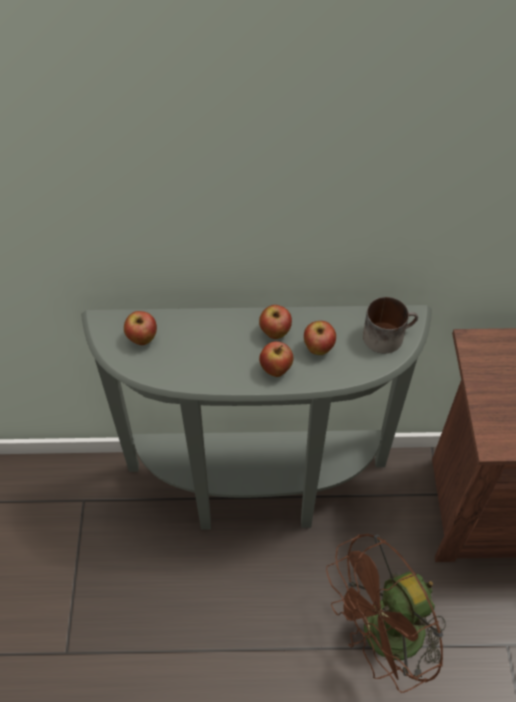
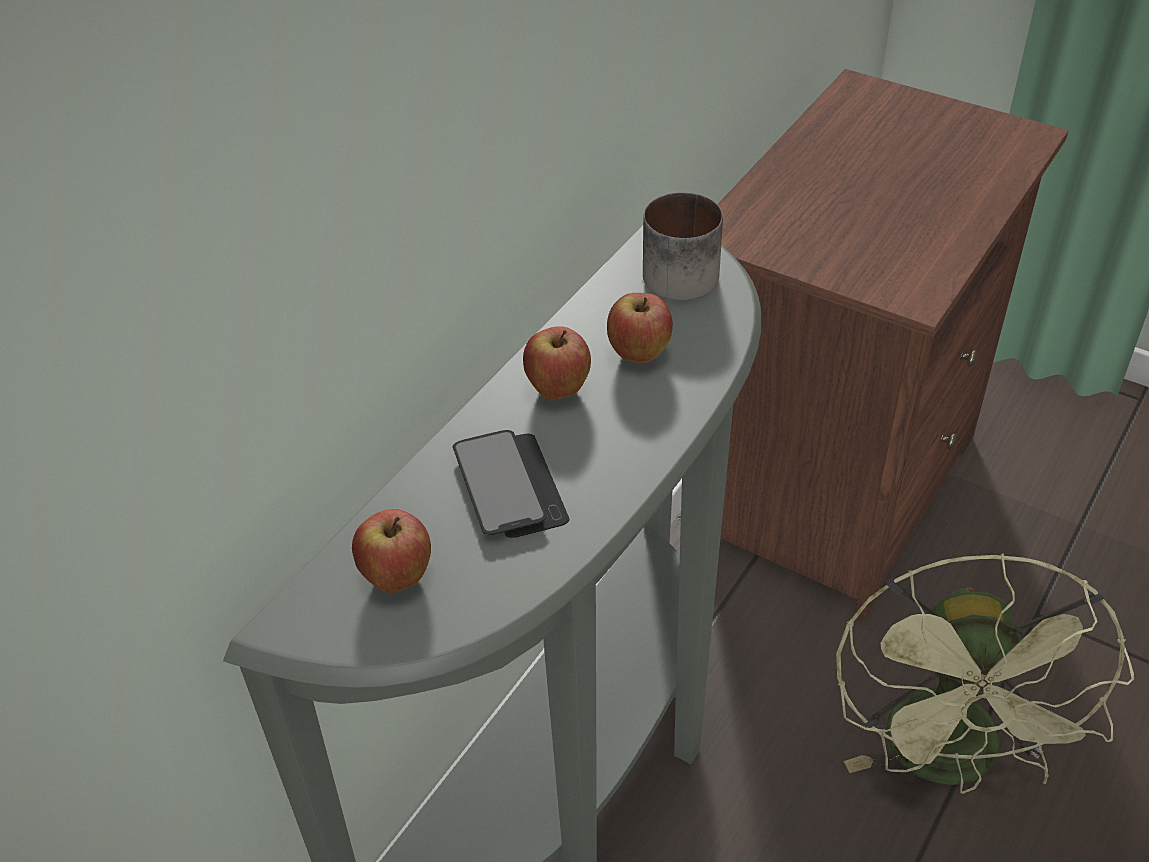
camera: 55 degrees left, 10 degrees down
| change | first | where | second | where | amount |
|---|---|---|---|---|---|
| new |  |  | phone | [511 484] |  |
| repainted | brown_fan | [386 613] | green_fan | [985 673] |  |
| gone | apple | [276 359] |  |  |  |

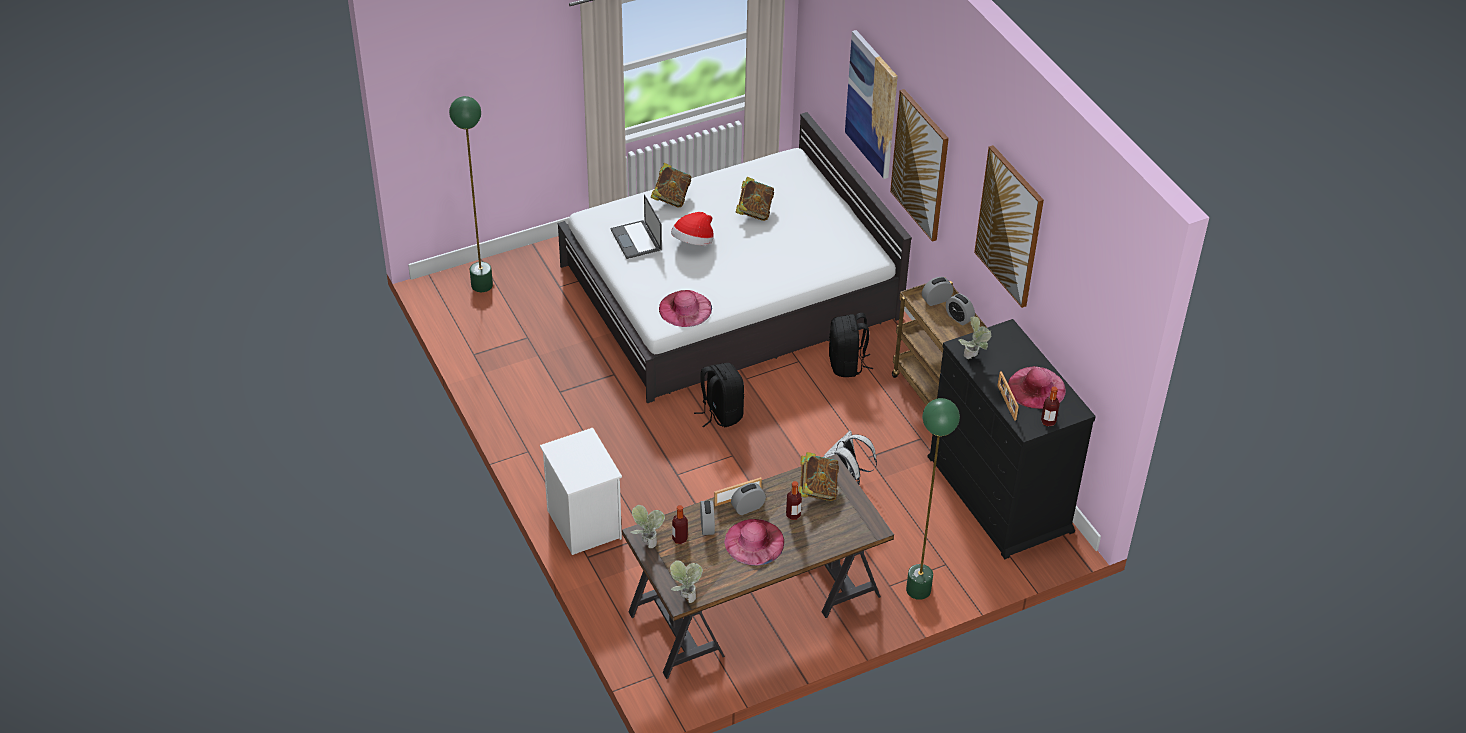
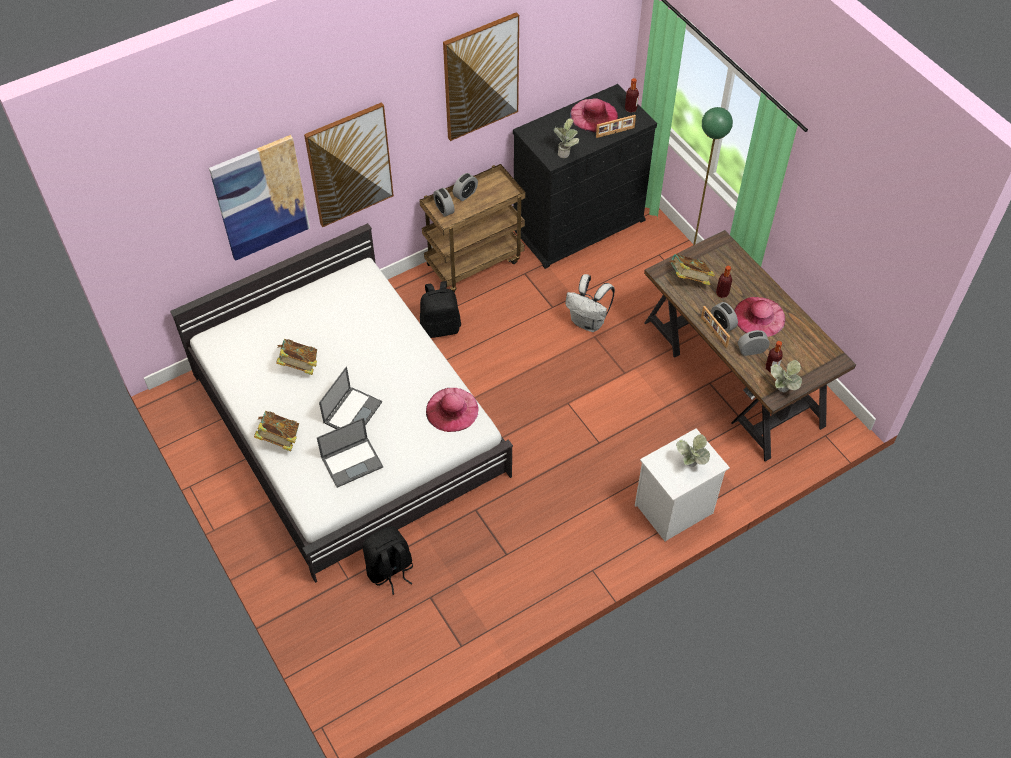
camera: 95 degrees left, 10 degrees up
| change | first | where | second | where | amount |
|---|---|---|---|---|---|
| swapped | hat | [692 229] | laptop | [350 398] |  |
| shifted | black_backpack | [719 395] |  | [388 560] |  |
| shifted | potted_plant | [686 581] |  | [693 450] |  |
| gone | green_floor_lamp | [471 194] |  |  |  |

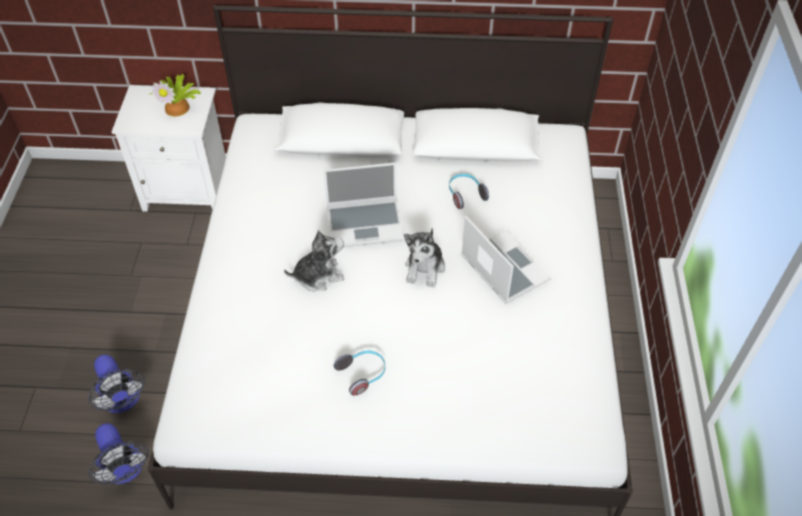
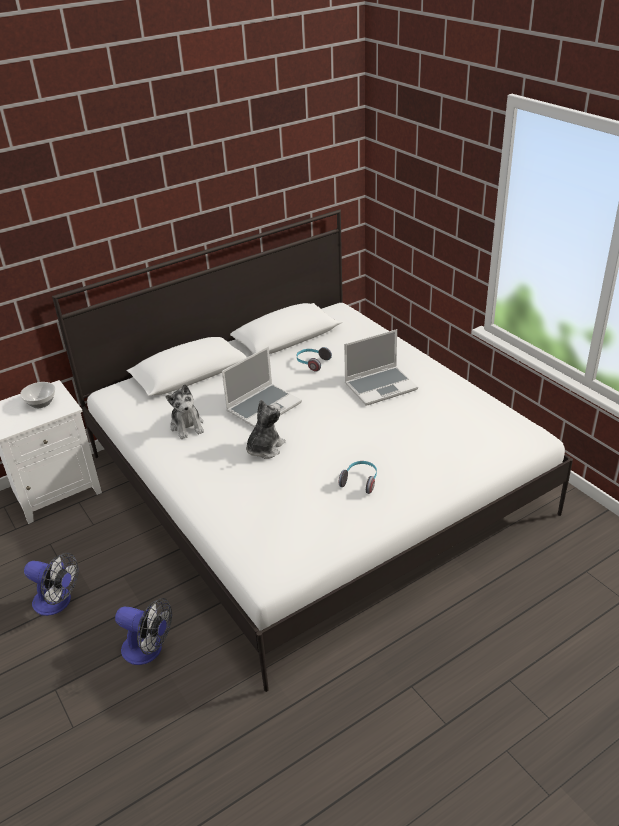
camera: 35 degrees left, 15 degrees down
| change | first | where | second | where | amount |
|---|---|---|---|---|---|
| swapped | potted_plant | [175 95] | bowl | [37 395] |  |
| shifted | fan | [118 454] |  | [51 584] |  |
| shifted | plush_toy | [424 258] |  | [184 411] |  |
| rotated | laptop | [506 260] |  | [381 367] | 135 degrees clockwise |

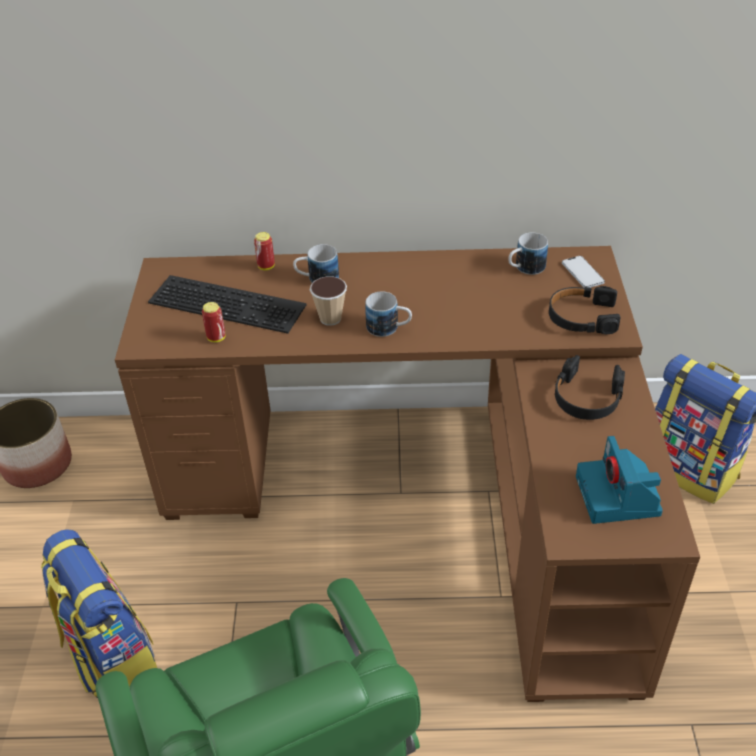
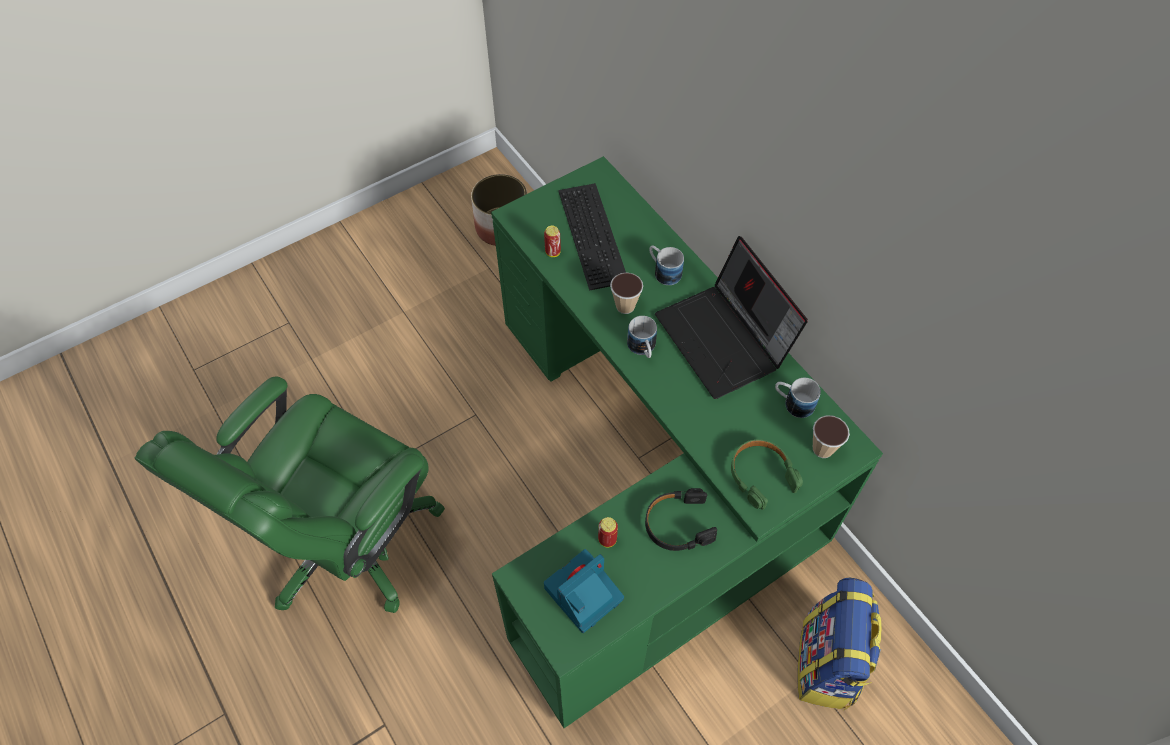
camera: 55 degrees right, 15 degrees up
| change | first | where | second | where | amount |
|---|---|---|---|---|---|
| repainted | brown_desk | [407 474] | green_desk | [687 442] |  |
| shifted | can | [264 251] |  | [608 532] |  |
| new |  |  | laptop | [731 317] |  |
| repainted | black_headphones | [585 310] | green_headphones | [767 474] |  |
| swapped | phone | [583 272] | cup | [831 436] |  |
| gone | backpack | [99 613] |  |  |  |

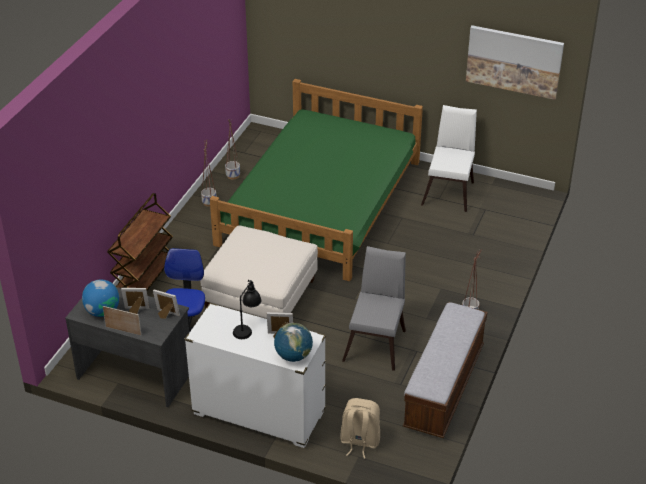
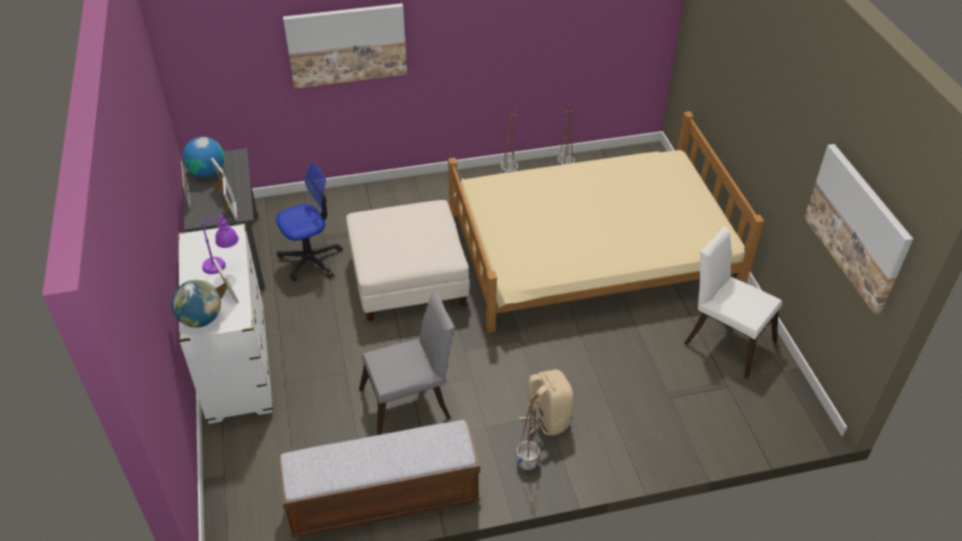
camera: 55 degrees right, 5 degrees up
| change | first | where | second | where | amount |
|---|---|---|---|---|---|
| repainted | black_table_lamp | [247 309] | purple_table_lamp | [220 243] |  |
| new |  |  | picture | [345 45] |  |
| repainted | green_bed | [316 180] | beige_bed | [606 222] |  |
| shifted | beige_backpack | [360 428] |  | [546 402] |  |
| rotated | white_chair | [449 158] |  | [733 302] | 120 degrees counterclockwise |
| gone | brown_cart | [140 242] |  |  |  |

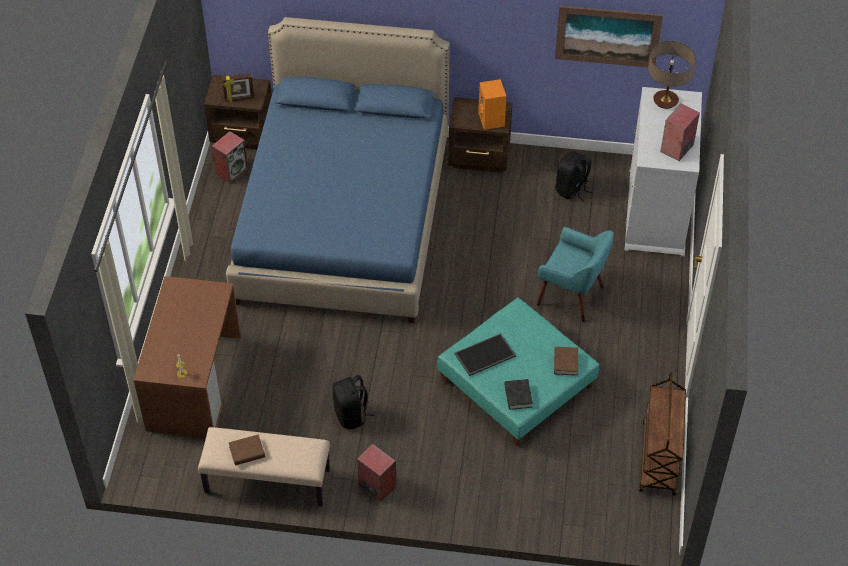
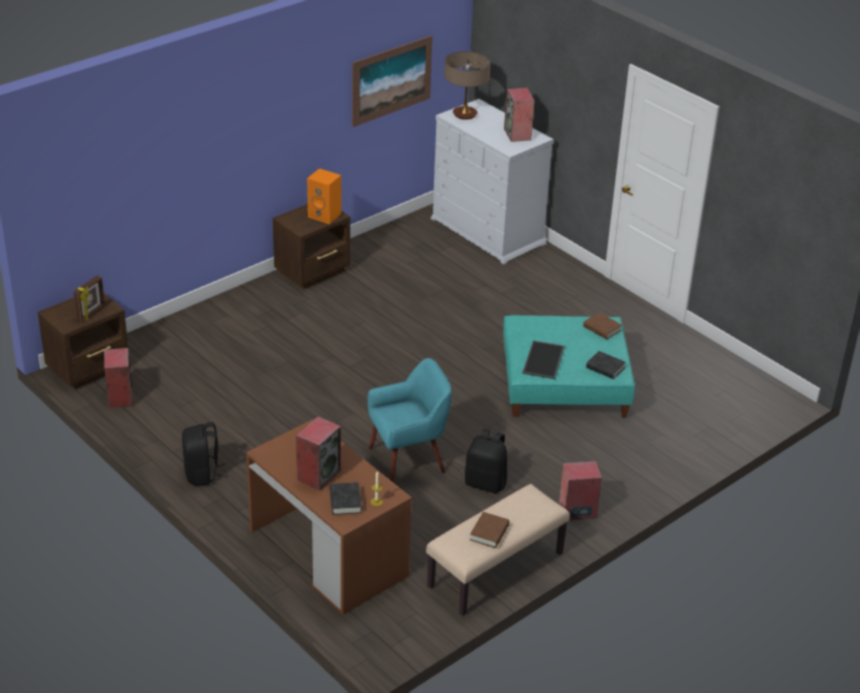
camera: 50 degrees left, 15 degrees down
| change | first | where | second | where | amount |
|---|---|---|---|---|---|
| shifted | black_backpack | [574 176] |  | [204 454] |  |
| new |  |  | speaker | [318 453] |  |
| new |  |  | black_book | [345 498] |  |
| shifted | turquoise_armchair | [575 274] |  | [409 420] |  |
| gone | blue_bed | [338 170] |  |  |  |
| gone | brown_cart | [662 433] |  |  |  |

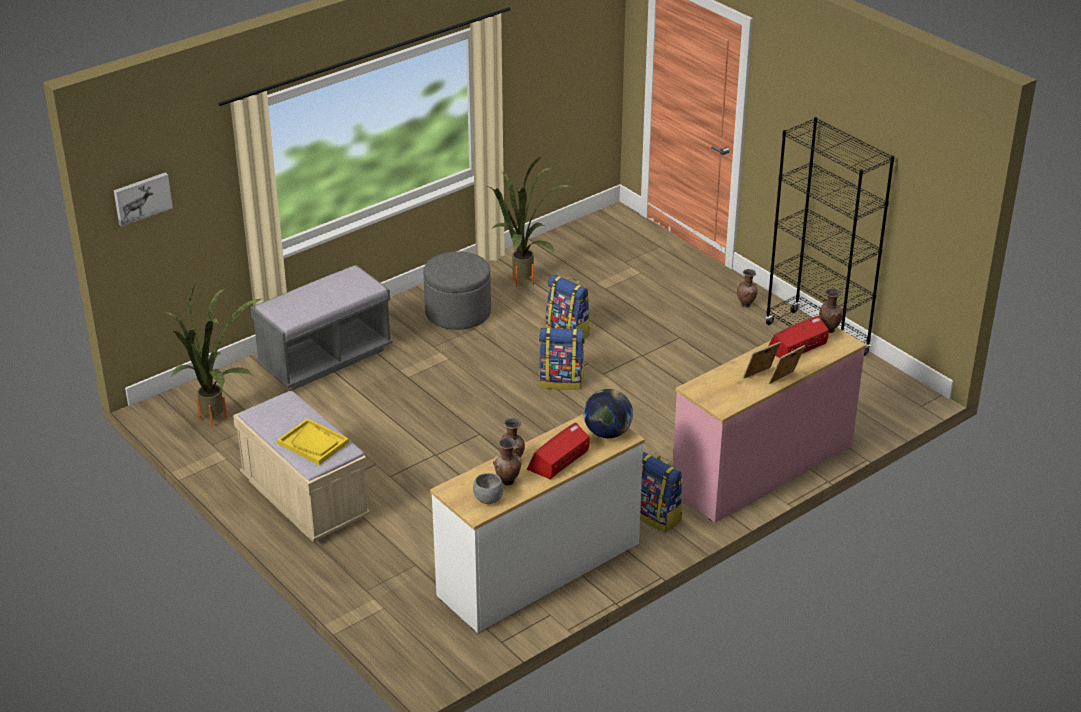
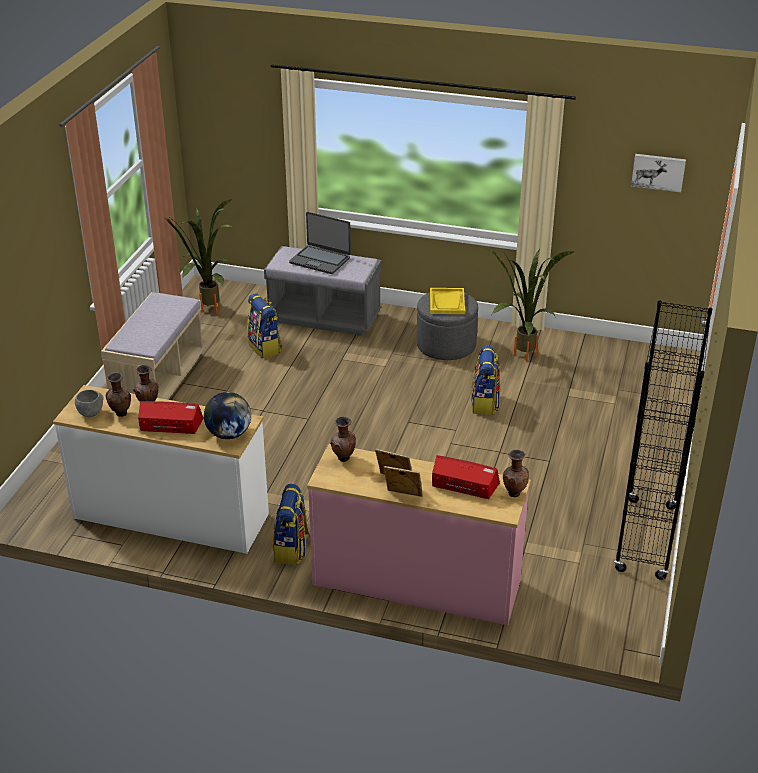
camera: 55 degrees right, 0 degrees up
| change | first | where | second | where | amount |
|---|---|---|---|---|---|
| shifted | backpack | [562 357] |  | [264 325] |  |
| new |  |  | laptop | [320 243] |  |
| shifted | brown_vase | [747 288] |  | [343 439] |  |
| shifted | yellow_tray | [313 441] |  | [447 301] |  |
| shifted | picture | [143 199] |  | [658 173] |  |

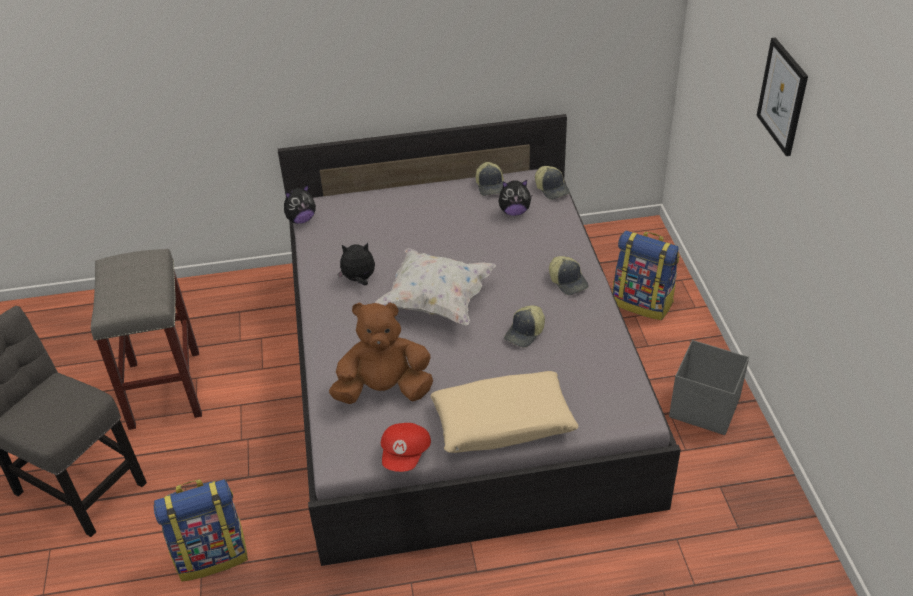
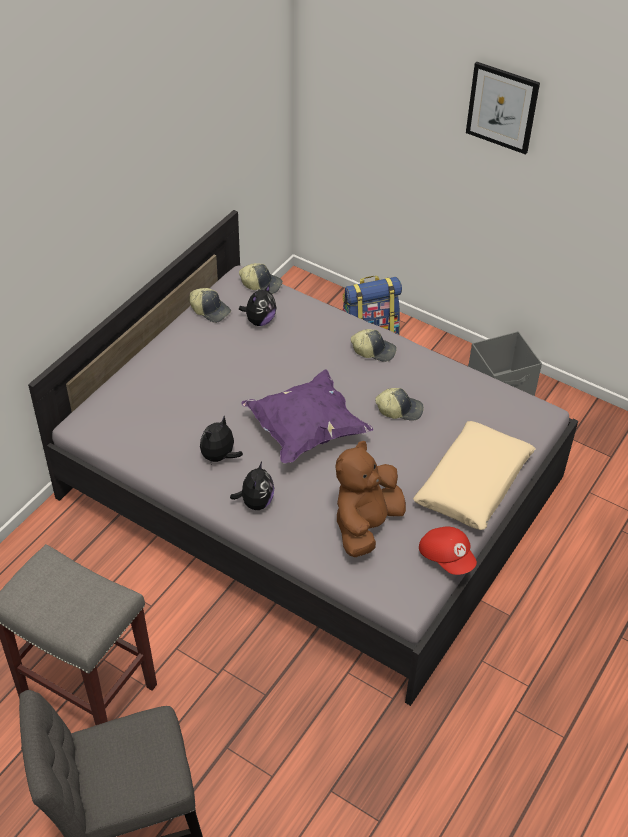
camera: 50 degrees left, 5 degrees up
| change | first | where | second | where | amount |
|---|---|---|---|---|---|
| shifted | plush_toy | [300 204] |  | [252 485] |  |
| repainted | white_pillow | [435 287] | purple_pillow | [307 416] |  |
| rotated | cap | [524 326] |  | [399 404] | 75 degrees counterclockwise |
| gone | backpack | [201 530] |  |  |  |

